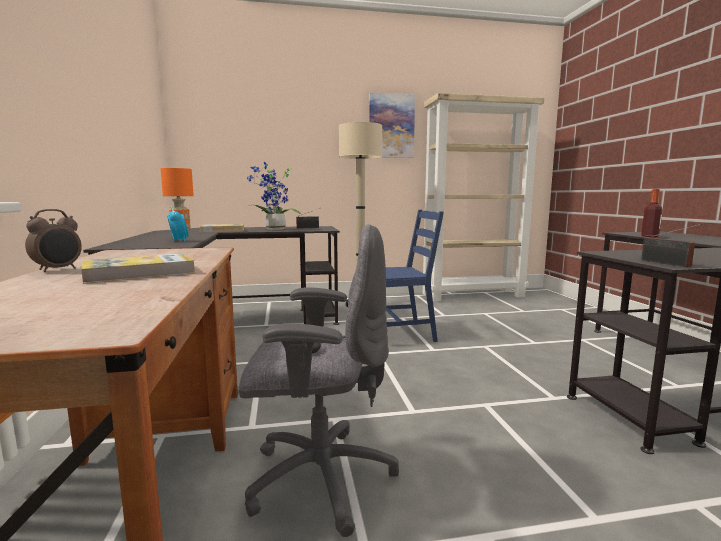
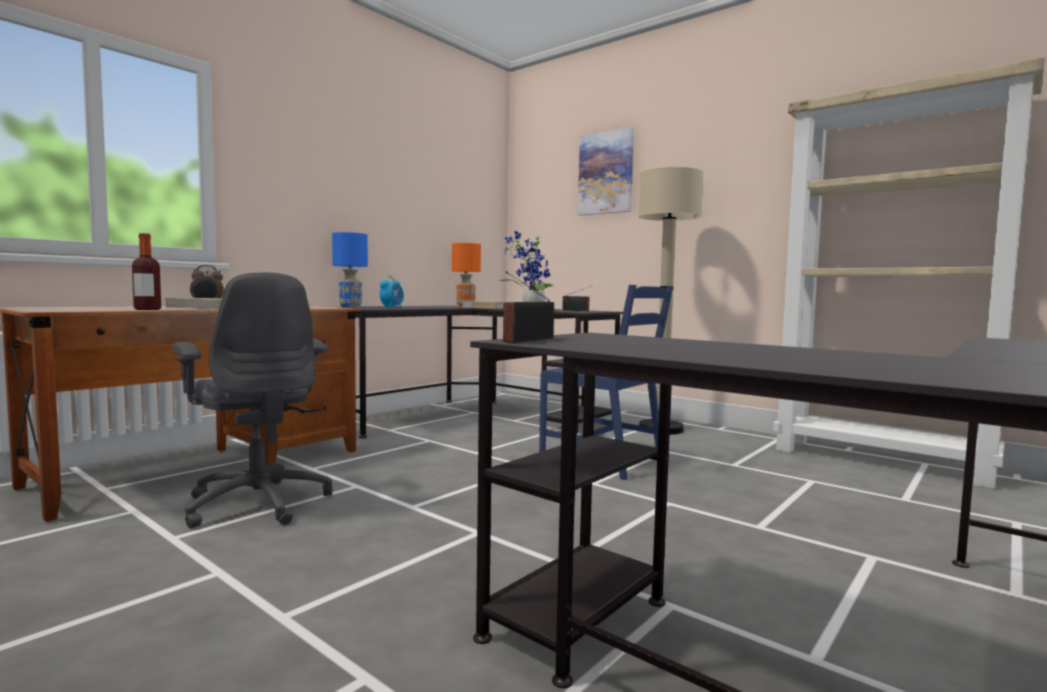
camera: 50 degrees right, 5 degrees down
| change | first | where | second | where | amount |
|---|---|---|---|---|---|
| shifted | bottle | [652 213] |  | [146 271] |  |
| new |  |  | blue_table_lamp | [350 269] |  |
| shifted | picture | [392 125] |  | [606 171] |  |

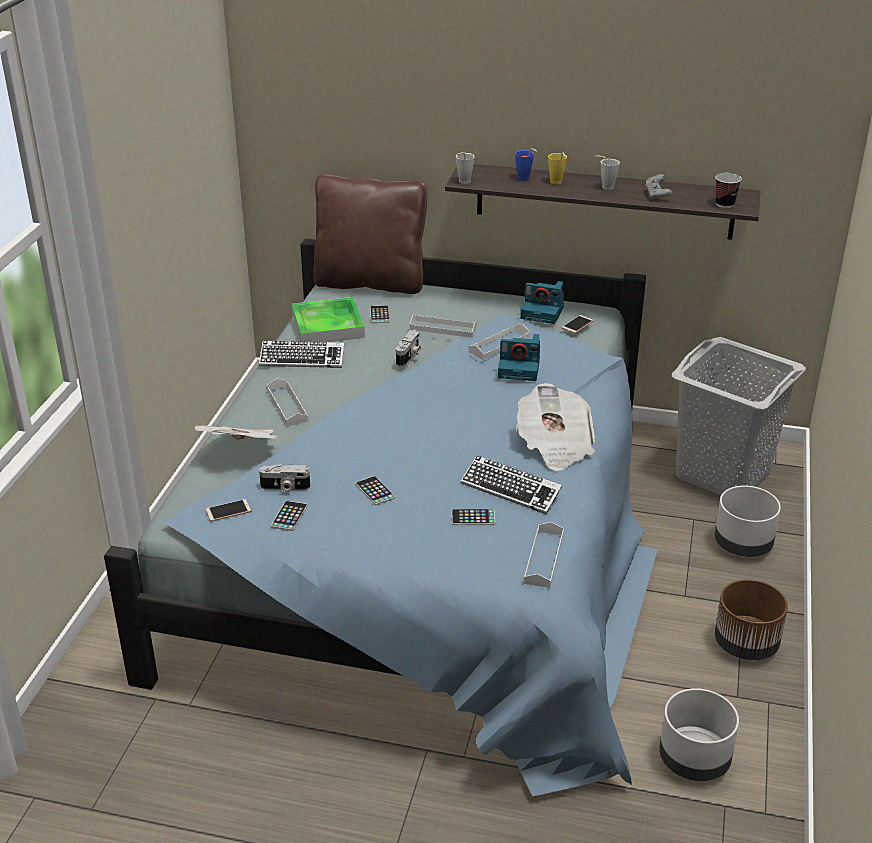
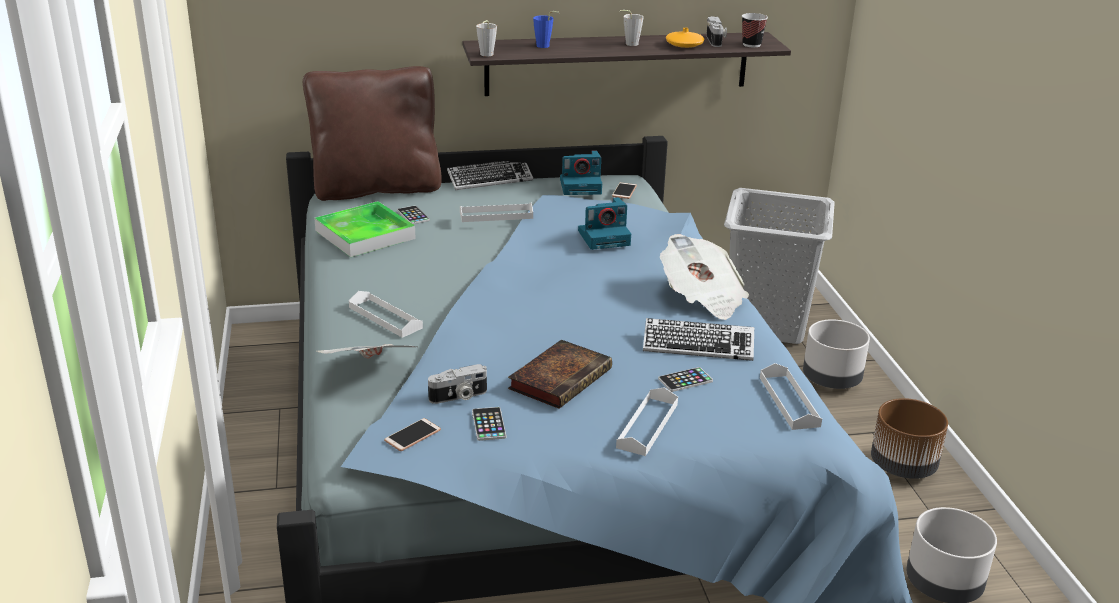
camera: 25 degrees left, 5 degrees down
| change | first | where | second | where | amount |
|---|---|---|---|---|---|
| shifted | keyboard | [301 354] |  | [490 175] |  |
| swapped | phone | [375 490] | book | [560 374] |  |
| shifted | white_tray | [499 342] |  | [647 421] |  |
| swapped | grey_game_controller | [658 187] | orange_vase | [685 38] |  |
| shifted | photo_camera | [408 348] |  | [716 31] |  |
| gone | yellow_cup | [557 168] |  |  |  |

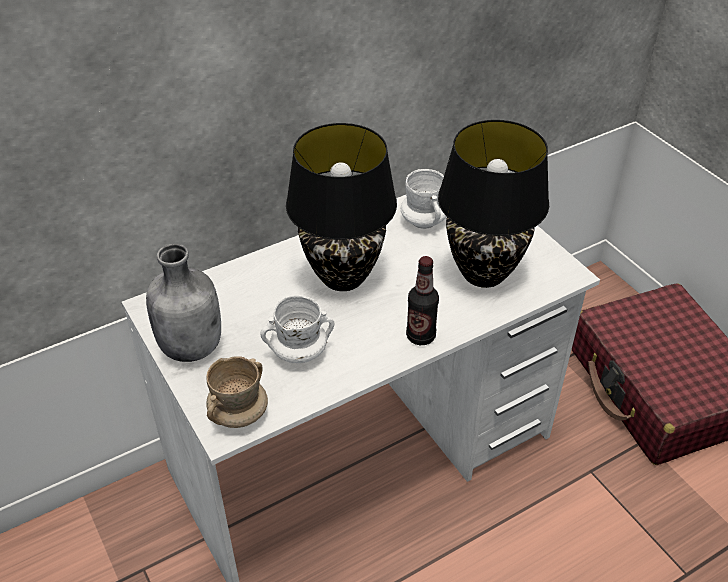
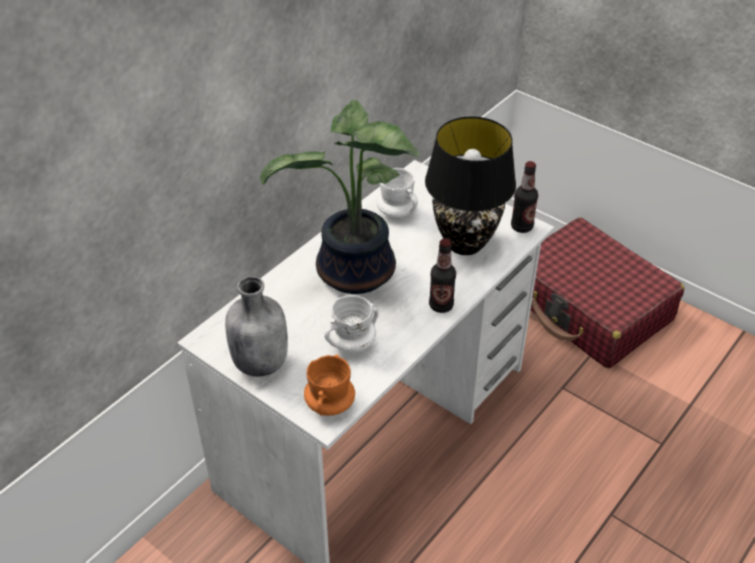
camera: 20 degrees left, 0 degrees up
| change | first | where | second | where | amount |
|---|---|---|---|---|---|
| swapped | black_table_lamp | [341 207] | potted_plant | [339 197] |  |
| repainted | beige_mug | [237 392] | orange_mug | [329 385] |  |
| new |  |  | bottle | [524 197] |  |

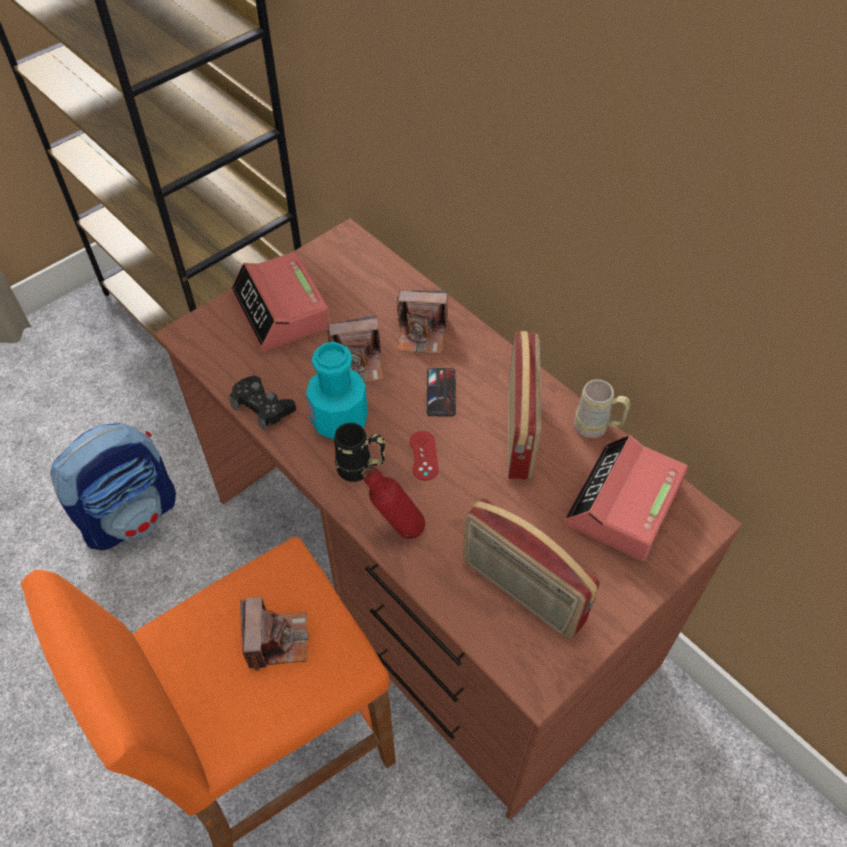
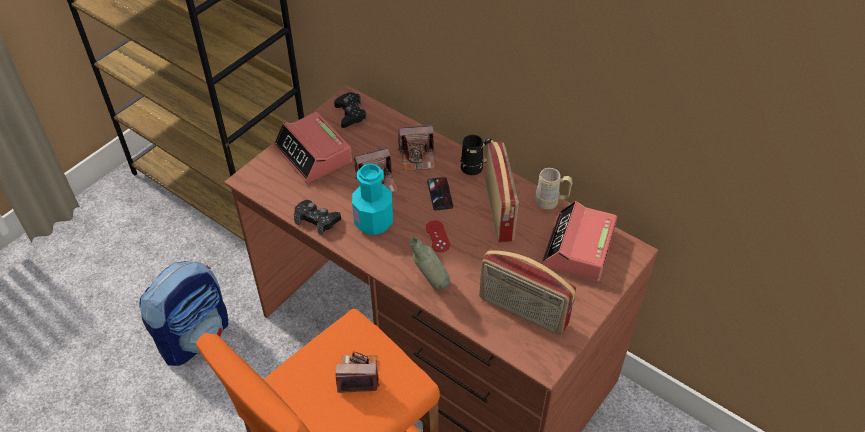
camera: 10 degrees left, 5 degrees down
| change | first | where | second | where | amount |
|---|---|---|---|---|---|
| new |  |  | black_game_controller | [350 110] |  |
| rotated | photo_camera | [274 634] |  | [358 372] | 75 degrees counterclockwise |
| repainted | red_bottle | [394 503] | grey_bottle | [430 263] |  |
| shifted | black_mug | [359 452] |  | [477 155] |  |

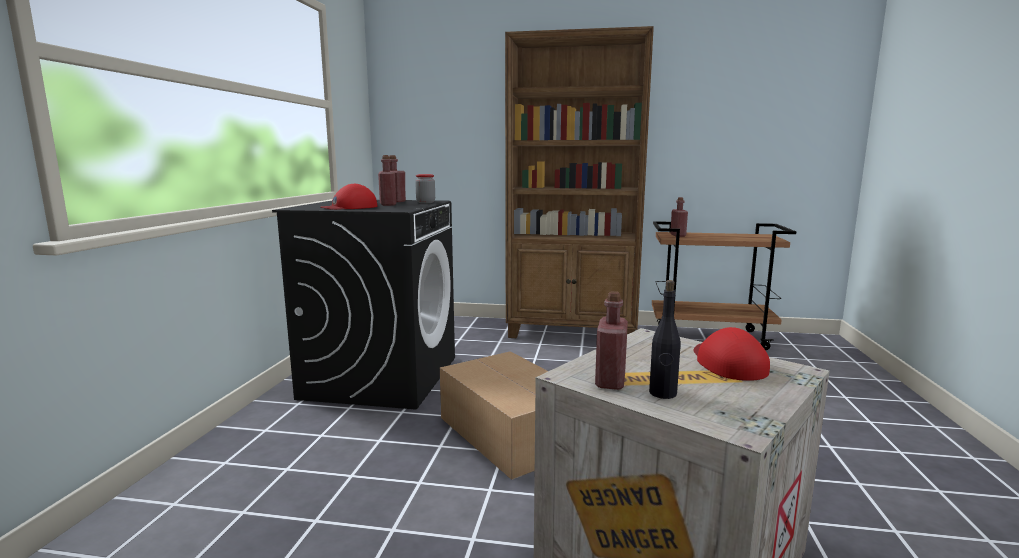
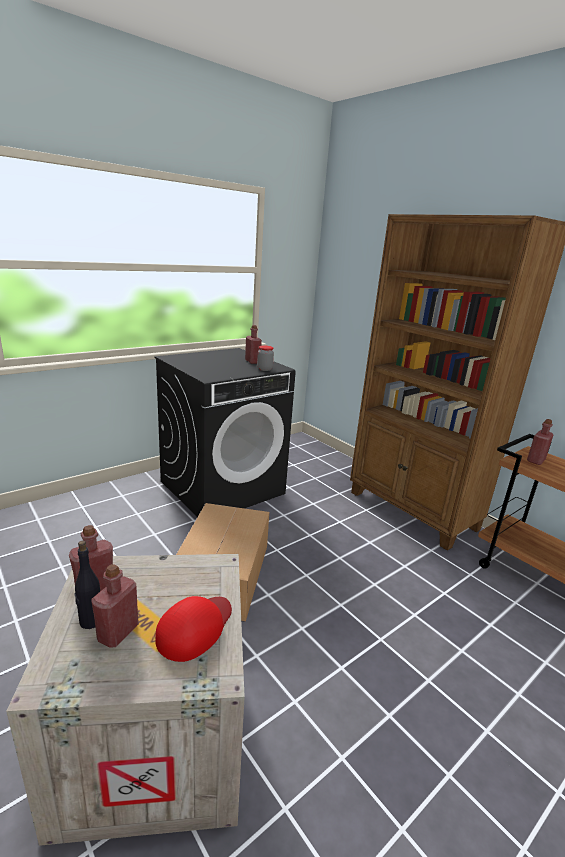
camera: 40 degrees right, 10 degrees up
| change | first | where | second | where | amount |
|---|---|---|---|---|---|
| shifted | red_bottle | [387 180] |  | [115 605] |  |
| gone | red_cap | [348 197] |  |  |  |

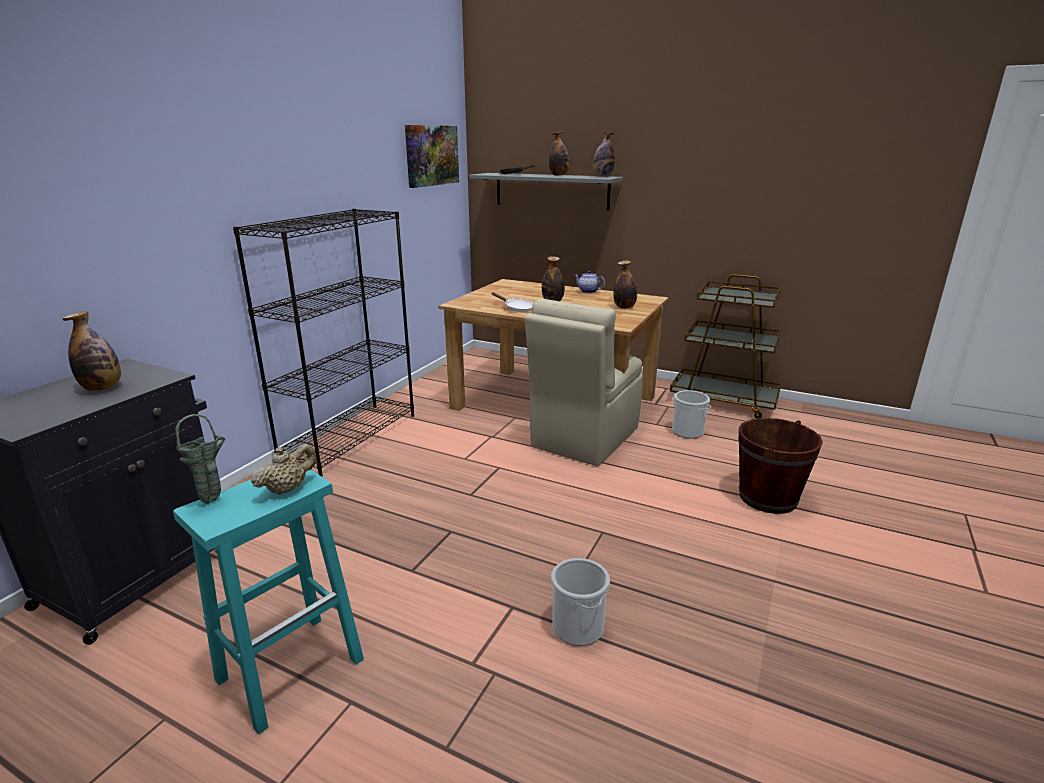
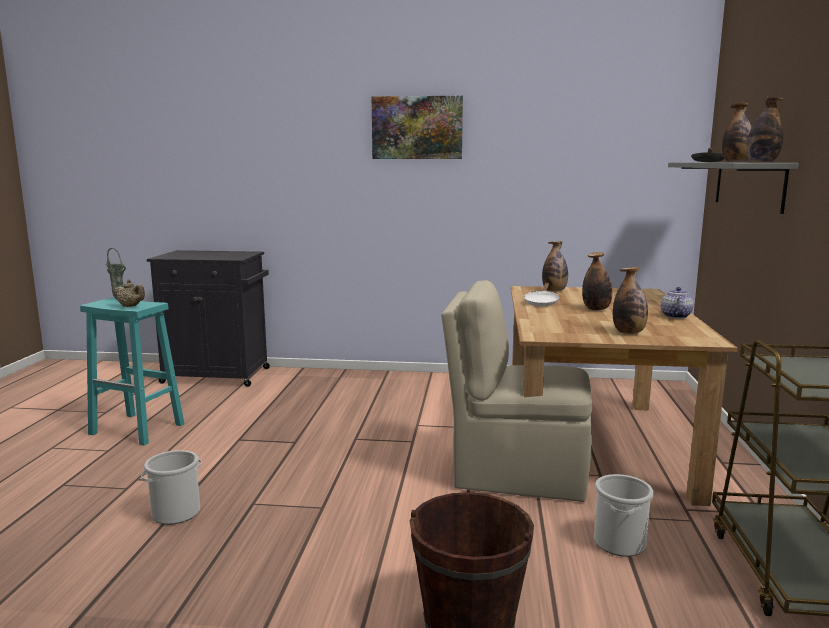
camera: 70 degrees right, 10 degrees down
| change | first | where | second | where | amount |
|---|---|---|---|---|---|
| shifted | picture | [432 156] |  | [417 127] |  |
| shifted | bottle | [91 351] |  | [555 266] |  |
| gone | black_bookcase | [323 342] |  |  |  |

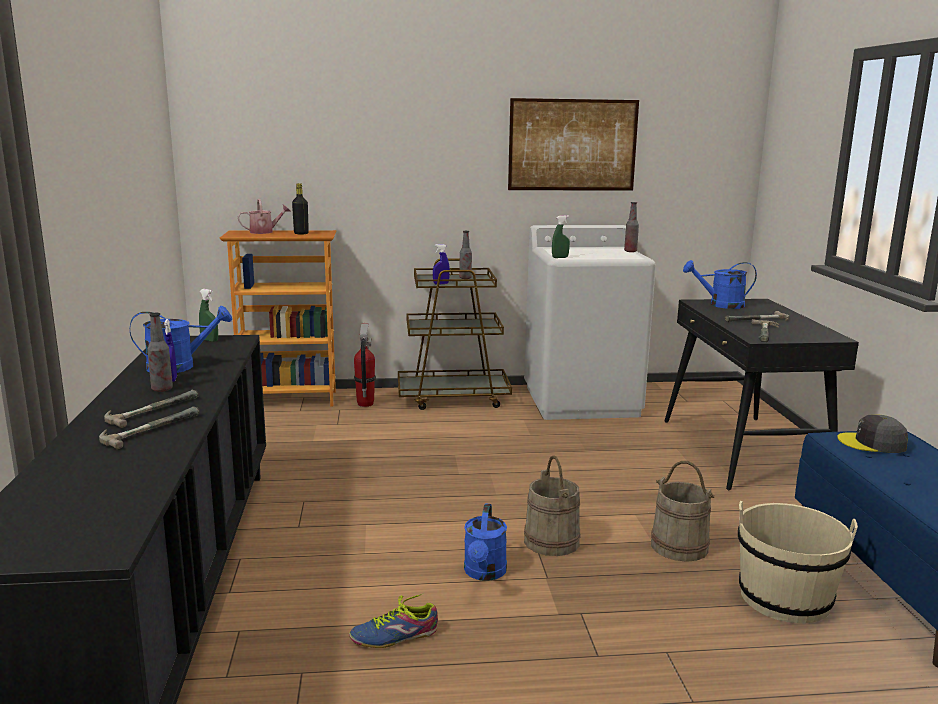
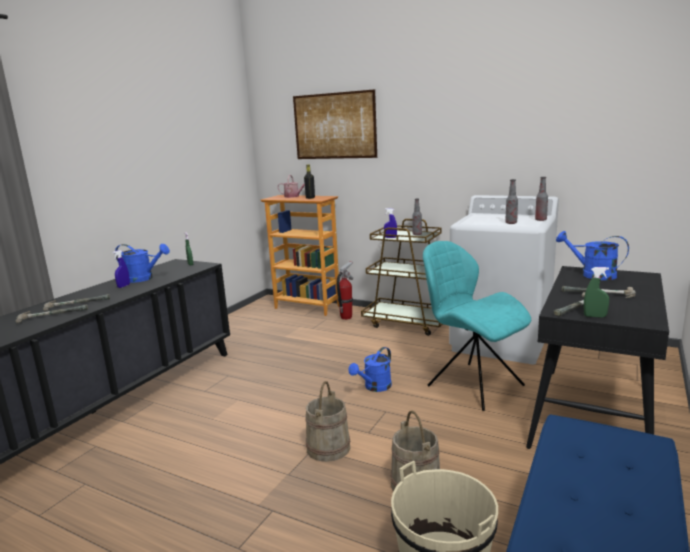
camera: 35 degrees right, 0 degrees up
| change | first | where | second | where | amount |
|---|---|---|---|---|---|
| shifted | picture | [573 144] |  | [335 124] |  |
| shifted | blue_watering_can | [485 542] |  | [370 369] |  |
| new |  |  | turquoise_chair | [477 326] |  |
| shifted | bottle | [160 352] |  | [511 201] |  |
| shifted | green_spray_bottle | [561 236] |  | [596 292] |  |
| gone | shoe | [393 620] |  |  |  |
| gone | grey_cap | [872 433] |  |  |  |

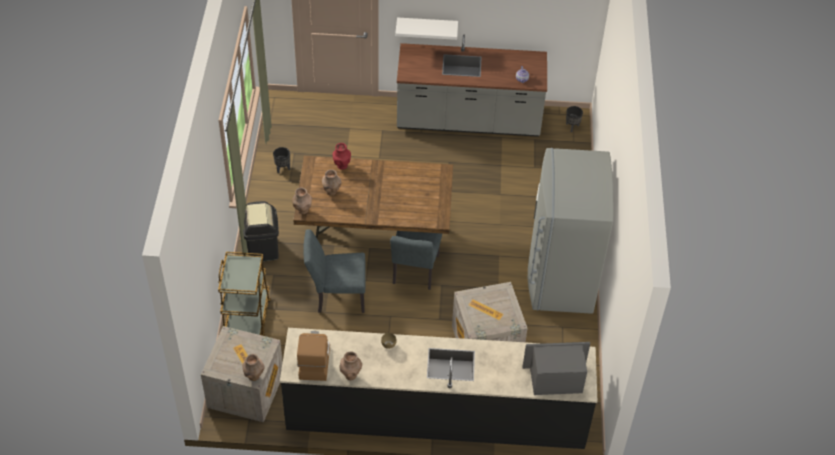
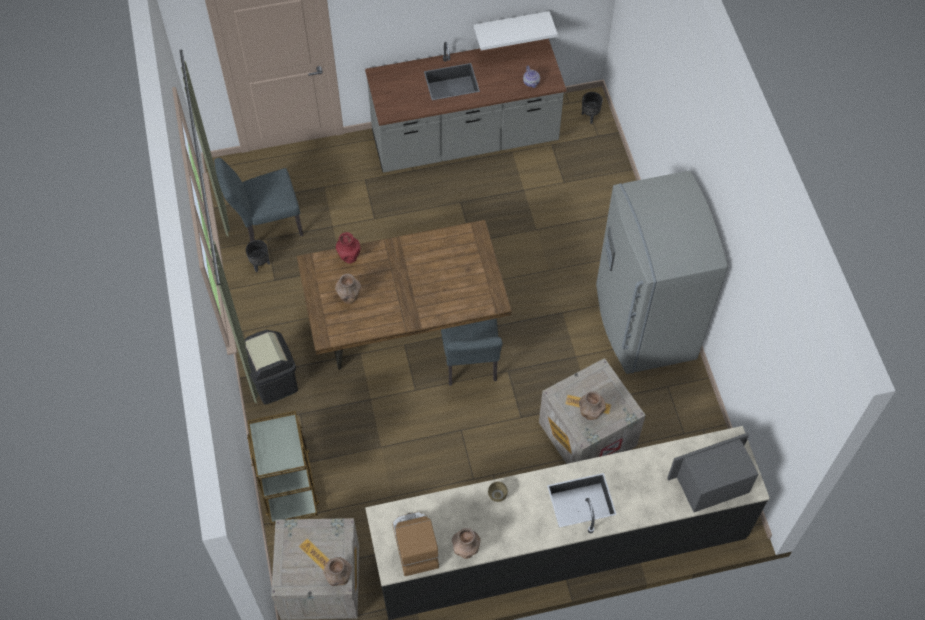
camera: 15 degrees left, 10 degrees up
| change | first | where | second | where | amount |
|---|---|---|---|---|---|
| shifted | grey_chair | [334 271] |  | [258 200] |  |
| shifted | white_shelf | [426 28] |  | [516 30] |  |
| shifted | brown_vase | [302 200] |  | [592 405] |  |

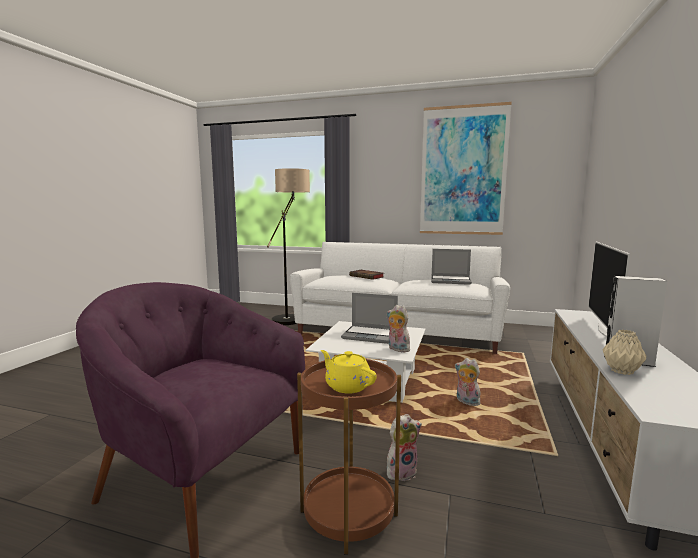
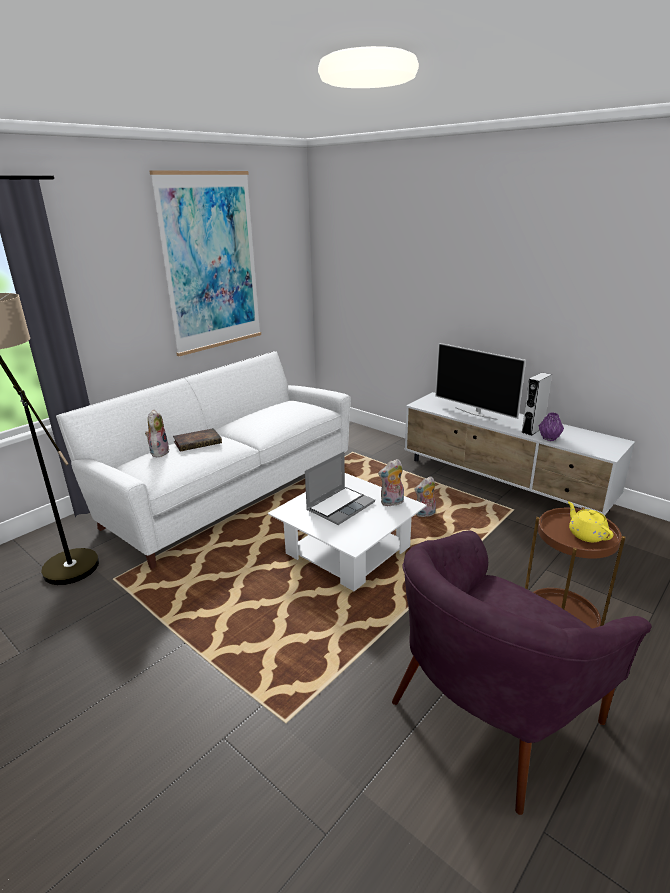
camera: 65 degrees left, 15 degrees up
| change | first | where | second | where | amount |
|---|---|---|---|---|---|
| shifted | plush_toy | [404 447] |  | [157 433] |  |
| repainted | beige_vase | [624 352] | purple_vase | [551 426] |  |
| rotated | yellow_teapot | [349 372] |  | [590 522] | 90 degrees clockwise |
| gone | laptop | [451 267] |  |  |  |

